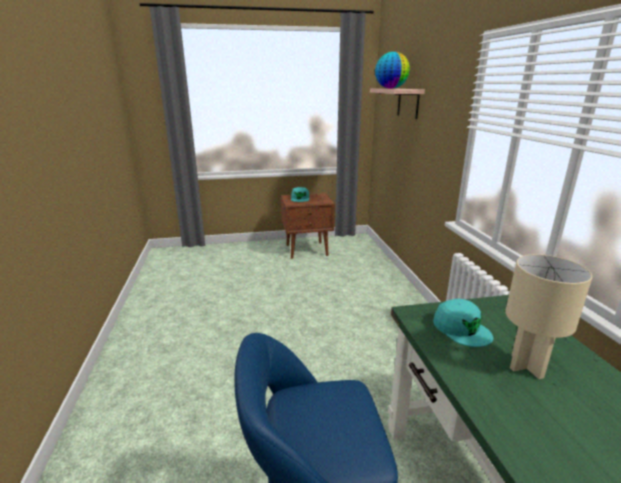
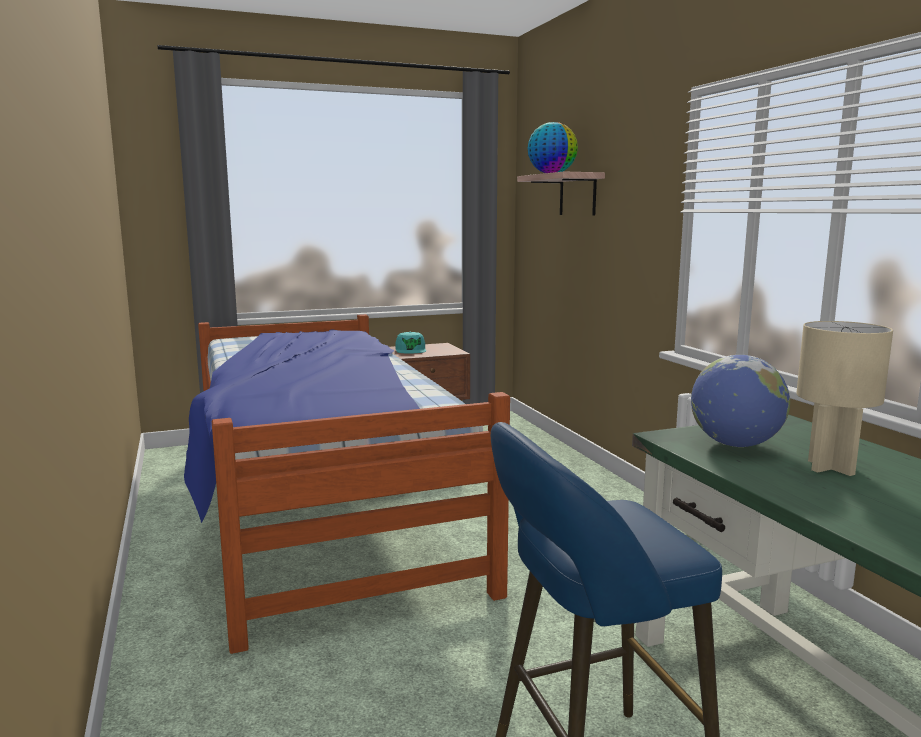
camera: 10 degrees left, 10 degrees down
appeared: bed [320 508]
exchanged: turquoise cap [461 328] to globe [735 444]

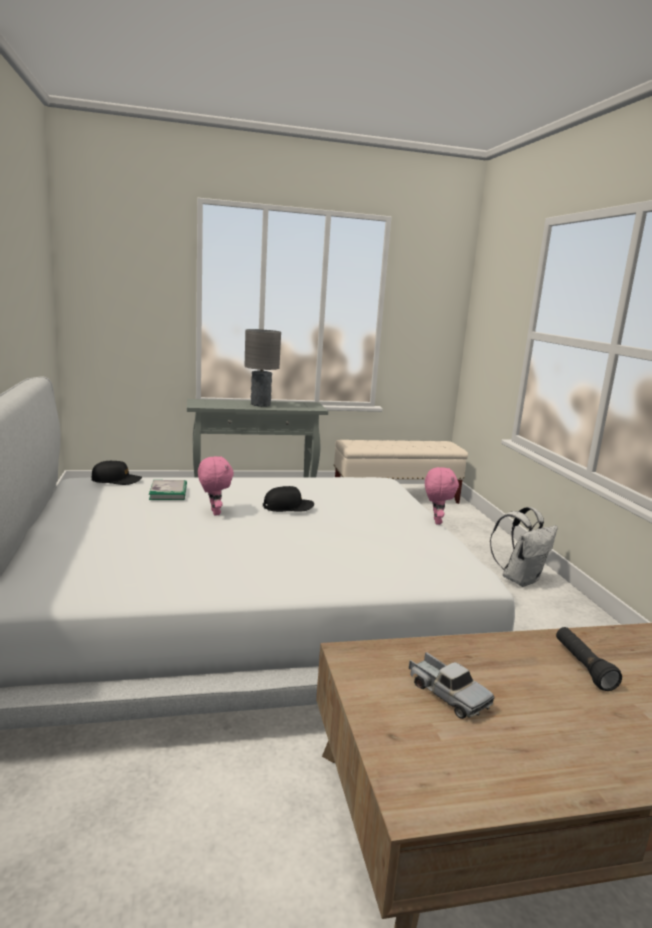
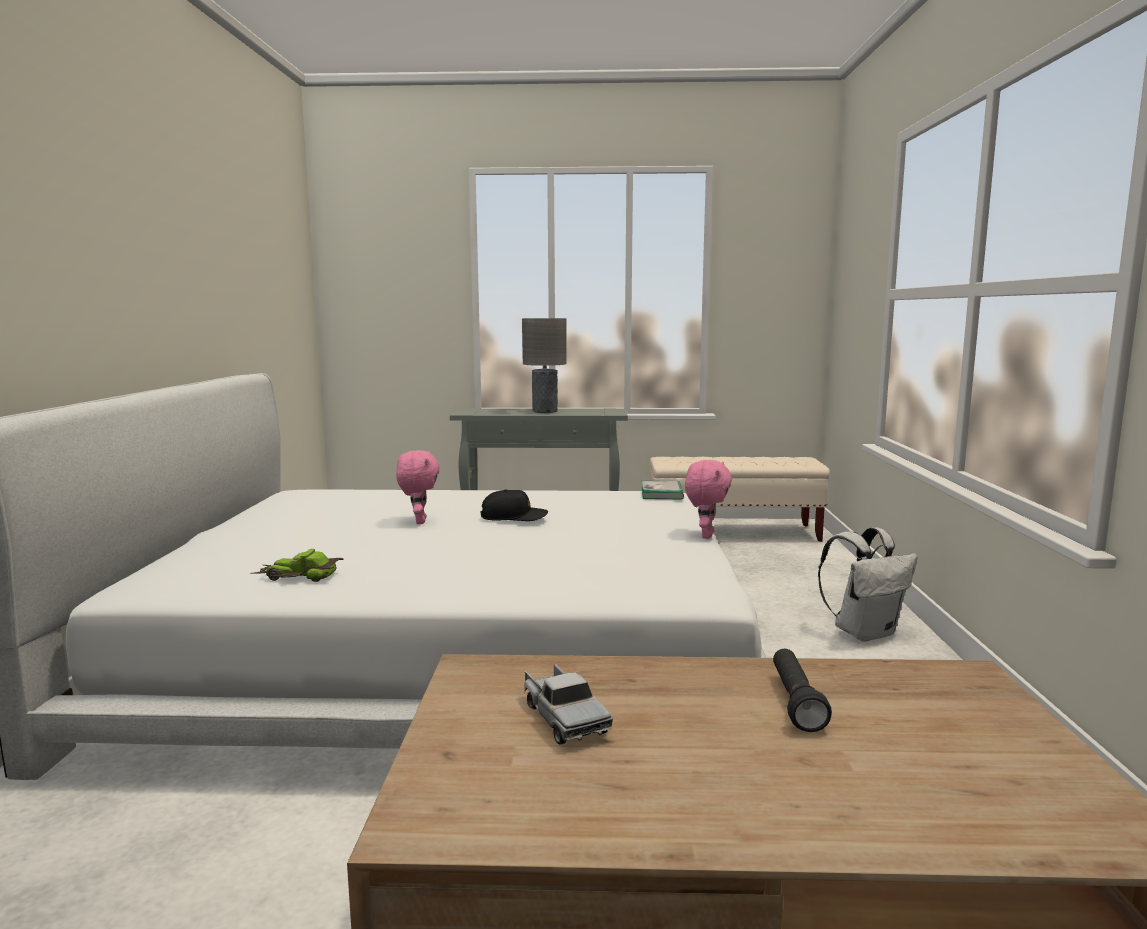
camera: 15 degrees right, 5 degrees down
missing: black cap [116 480]
appeared: toy car [298 576]
relocated: book [168 492] to [662 493]

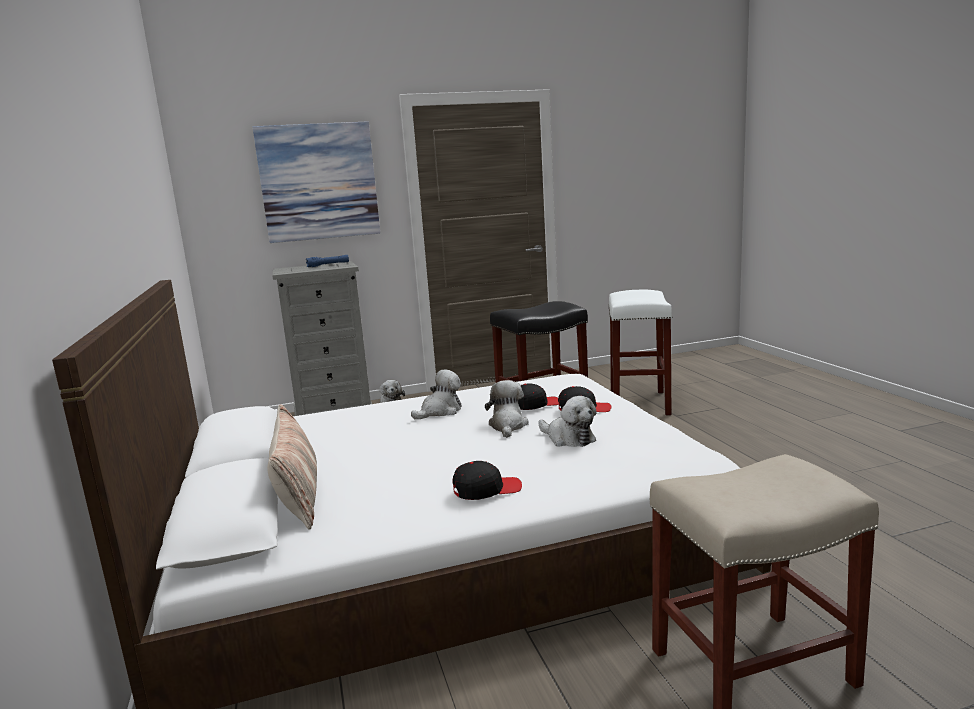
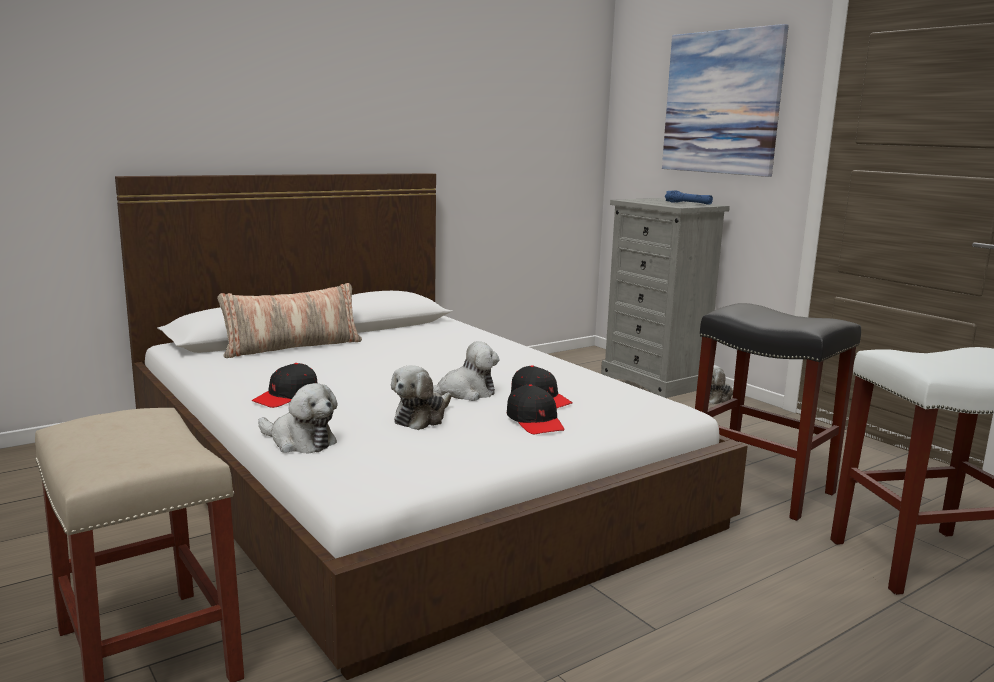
camera: 70 degrees right, 0 degrees up
relocated: plush toy [440 411] to [299 442]
spun: black cap [486 490] = [286 397] 75 degrees clockwise

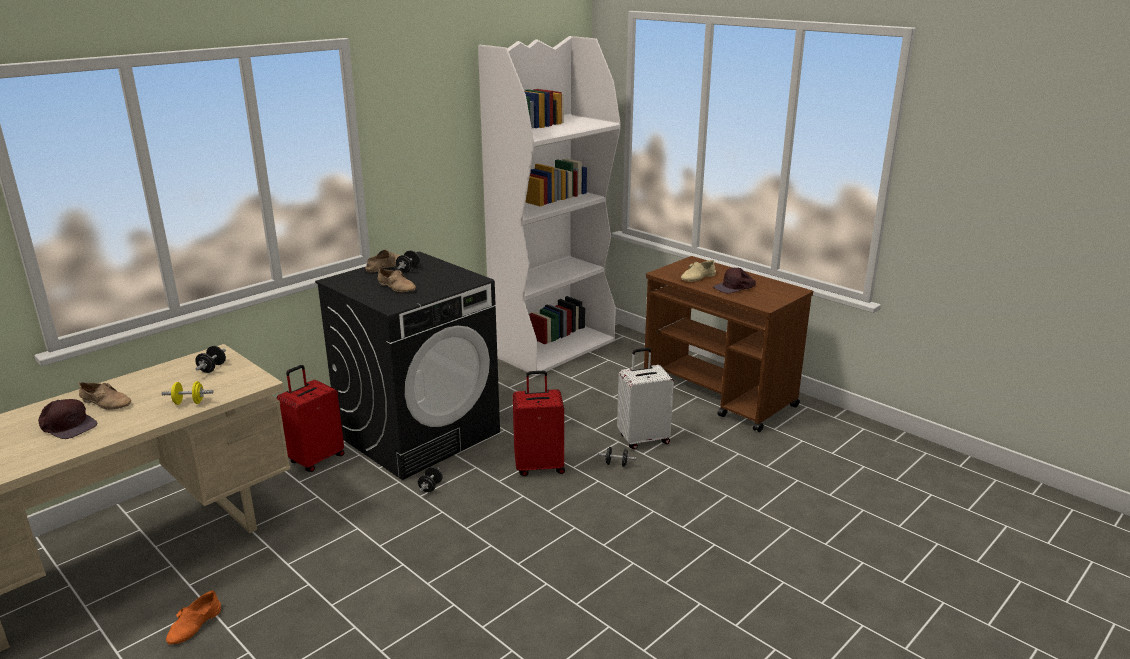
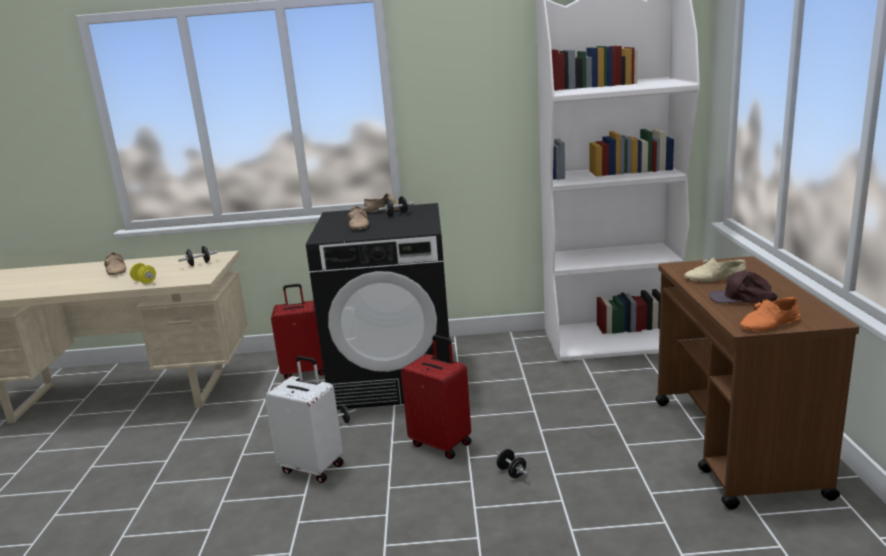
camera: 45 degrees right, 5 degrees down
missing: brown cap [67 425]
relocated: white suitcase [643 439] to [313 467]; orange shoe [195 625] to [770 324]

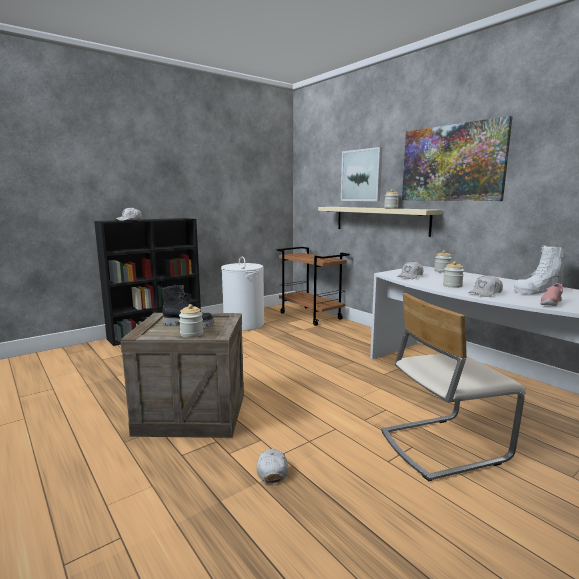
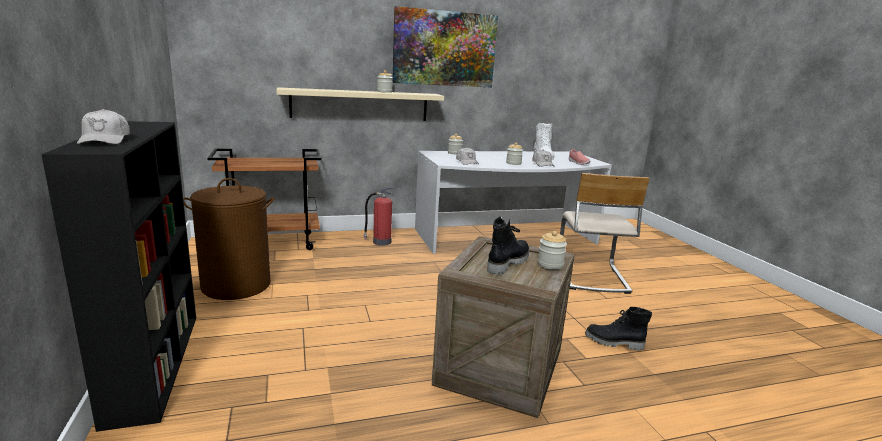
camera: 70 degrees left, 5 degrees up
missing: picture [361 175]
appeared: fire extinguisher [381 242]
exchanged: white cap [272 470] to black boot [614 343]
colour: white laundry basket [243 324] to brown laundry basket [236 285]

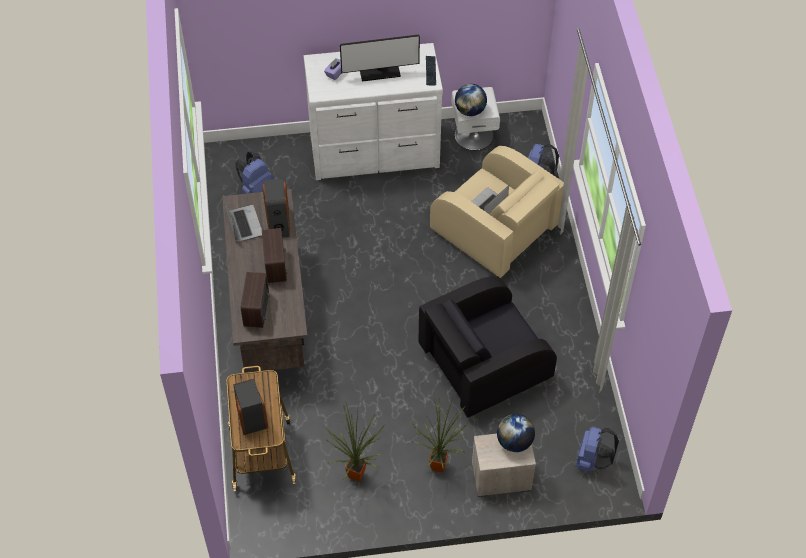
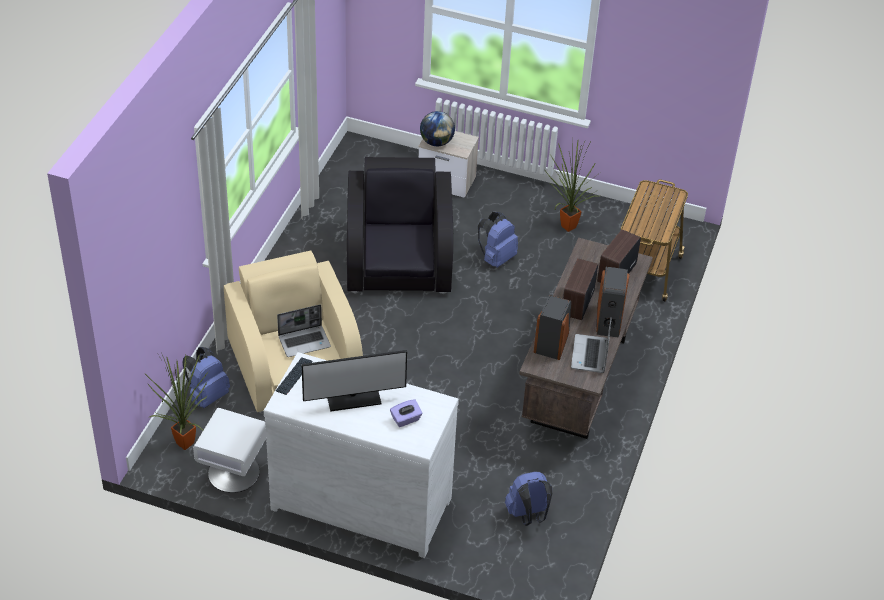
camera: 155 degrees left, 10 degrees down
missing: globe [470 110]
relocated: speaker [250 415] to [609 320]; potted plant [441 467] to [183 441]; blue backpack [592 460] to [496 258]
spun: monitor [379 72] = [353 399] 150 degrees clockwise; black armchair [483 363] = [399 260] 90 degrees counterclockwise

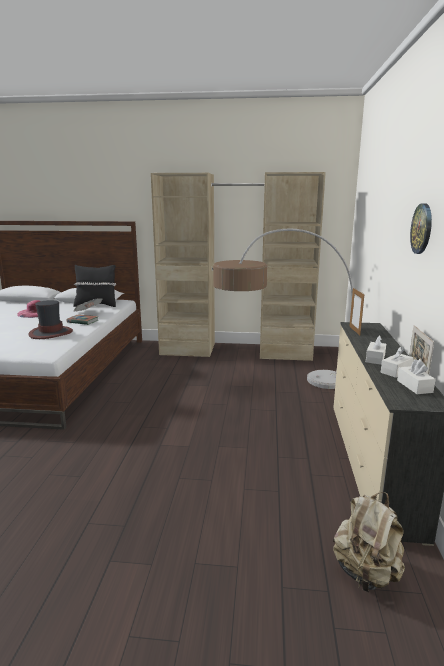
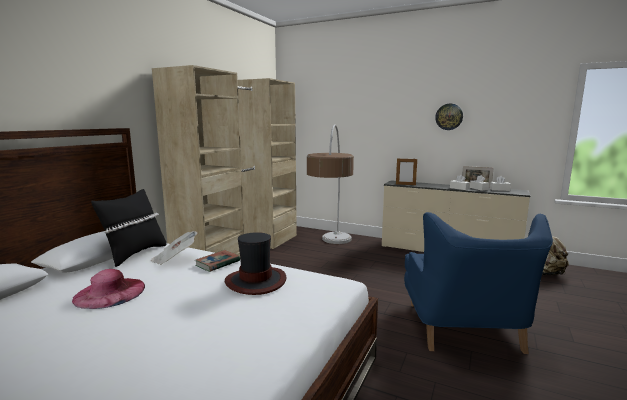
camera: 70 degrees left, 5 degrees down
appeared: blue armchair [463 328]

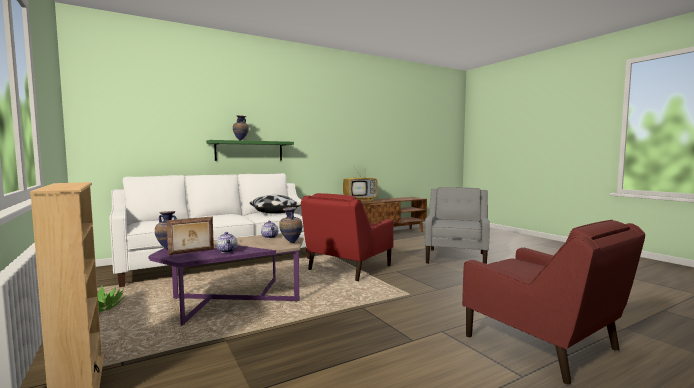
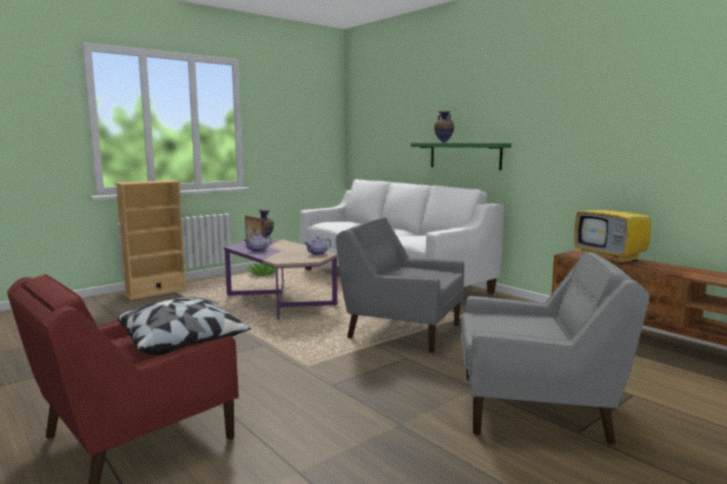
camera: 80 degrees right, 5 degrees up
missing: vase [290 243]
relocated: pillow [273 212] to [184 342]
colour: red armchair [348 268] to grey armchair [402 331]

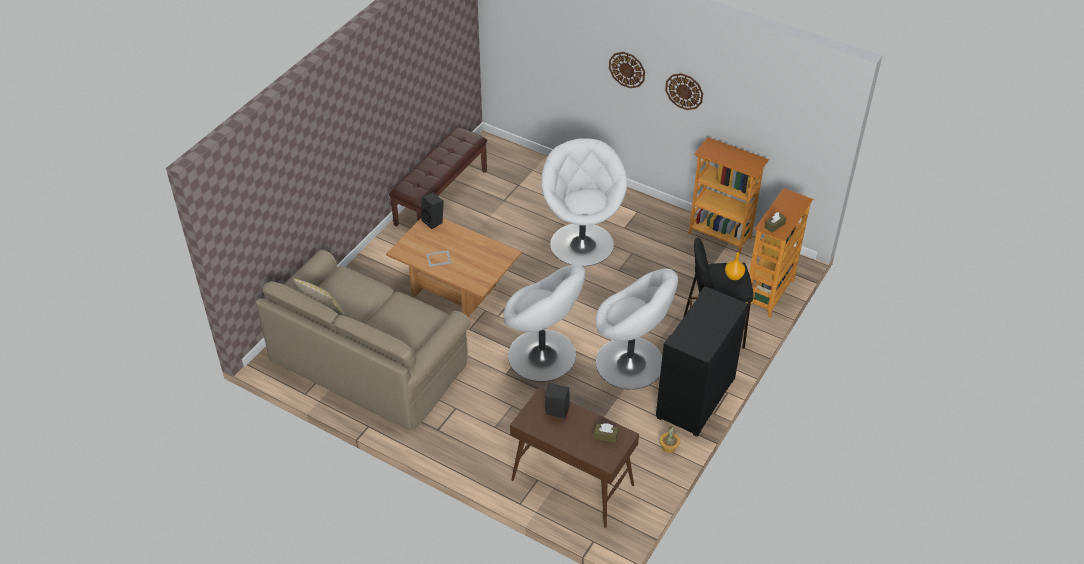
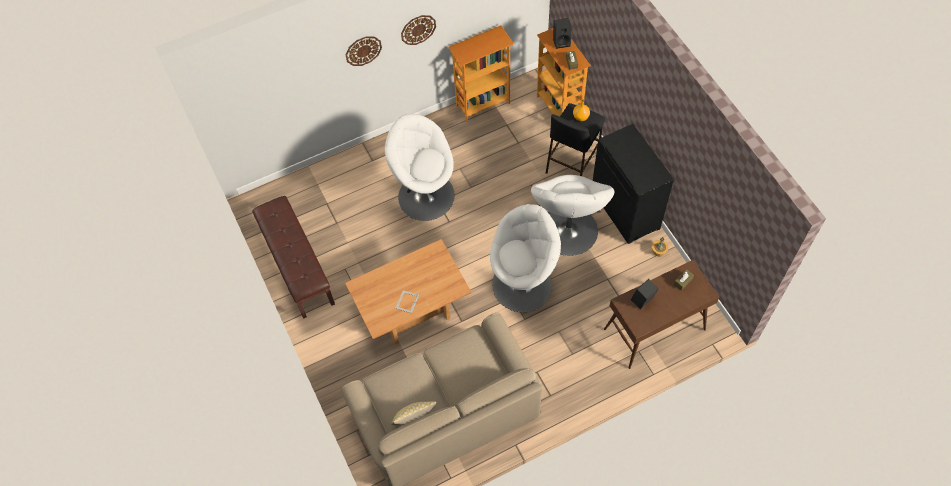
camera: 55 degrees left, 15 degrees up
relocated: black speaker [434 221] to [561 41]
spun: white armchair [630 363] = [568 231] 120 degrees clockwise

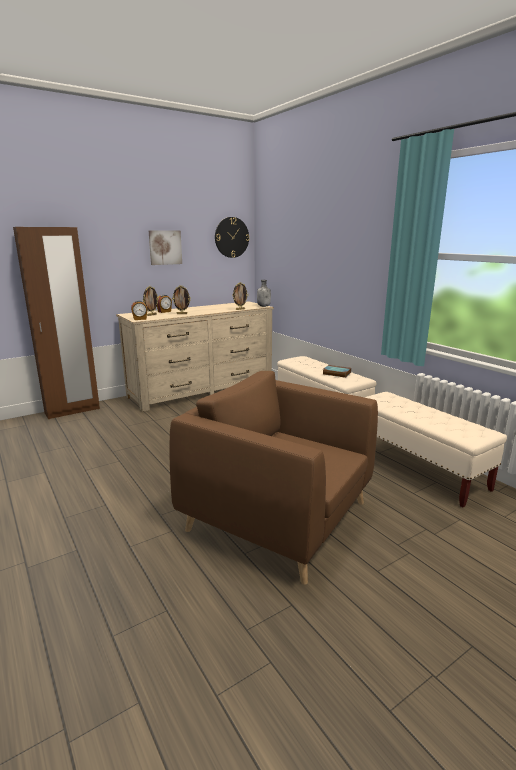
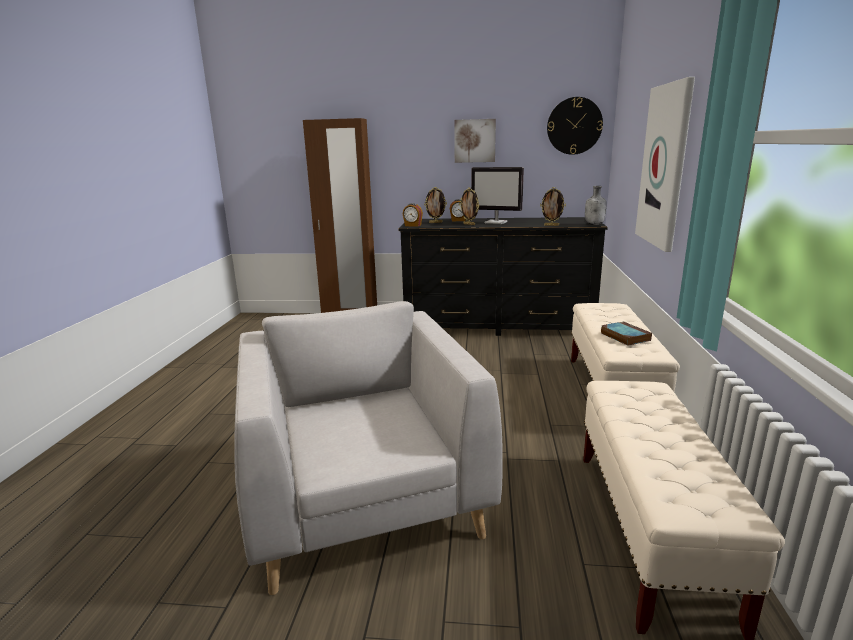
camera: 40 degrees right, 0 degrees up
appeared: picture [665 166]; monitor [496 222]
colour: beige dresser [202 390] to black dresser [497 325]; brown armchair [278 515] to grey armchair [363 499]

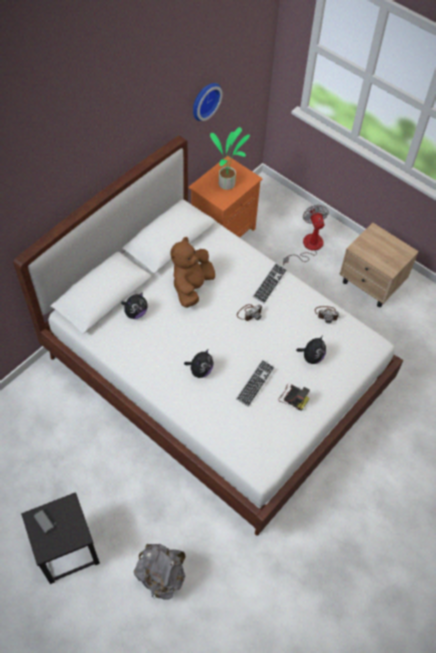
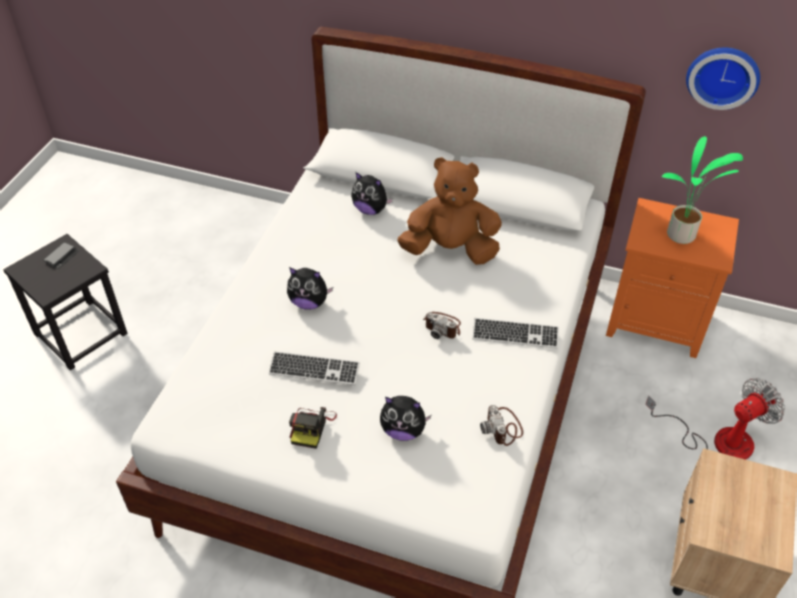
camera: 70 degrees right, 10 degrees down
missing: grey backpack [161 575]

